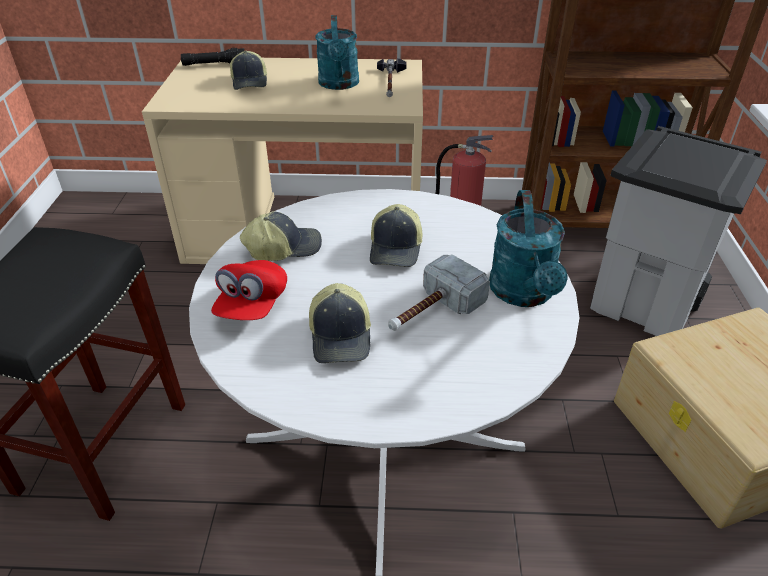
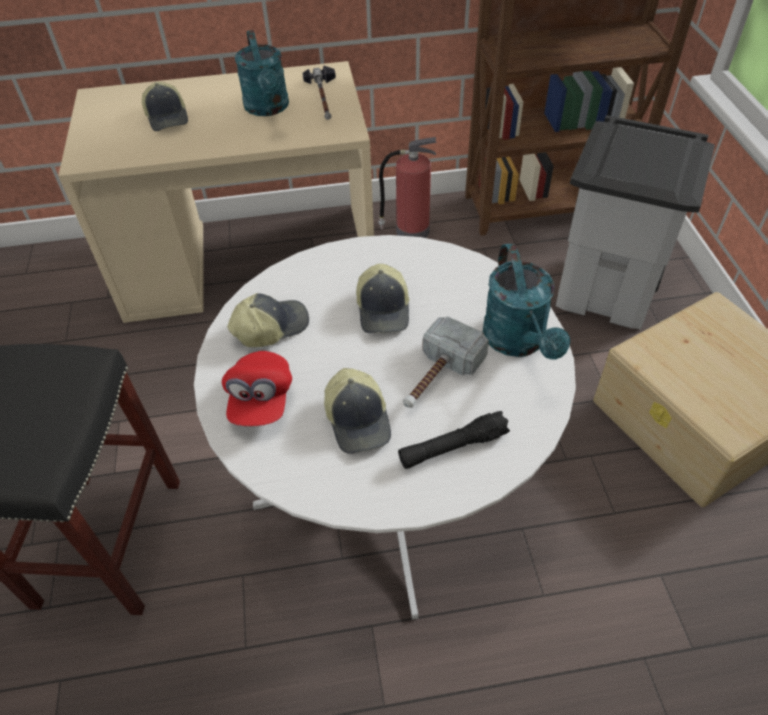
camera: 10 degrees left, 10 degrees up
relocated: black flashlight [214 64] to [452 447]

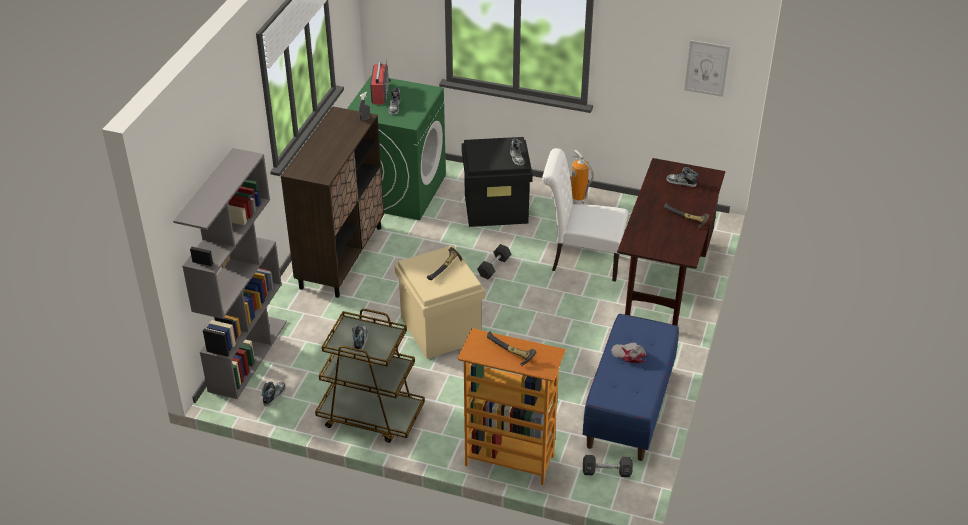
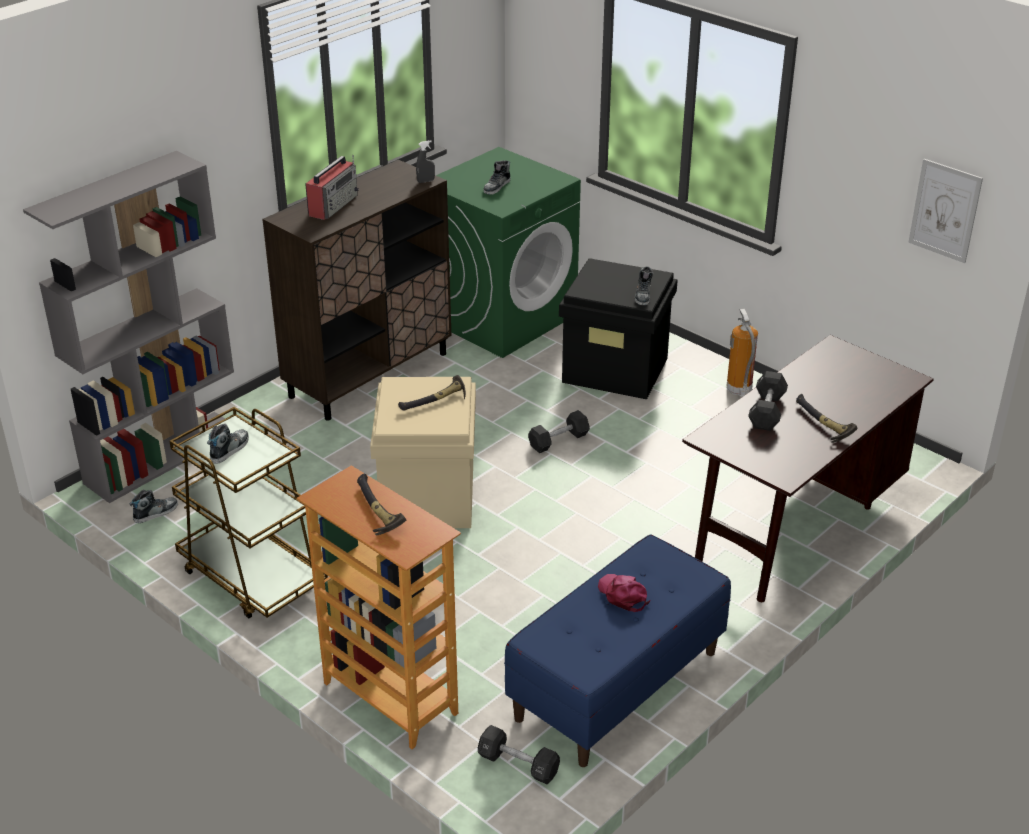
camera: 25 degrees right, 5 degrees down
missing: white chair [582 261]; shoe [681 182]
appeared: black dumbbell [767 411]
relocated: radio [380 93] to [333 205]
colour: grey cap [629 355] to pink cap [623 595]

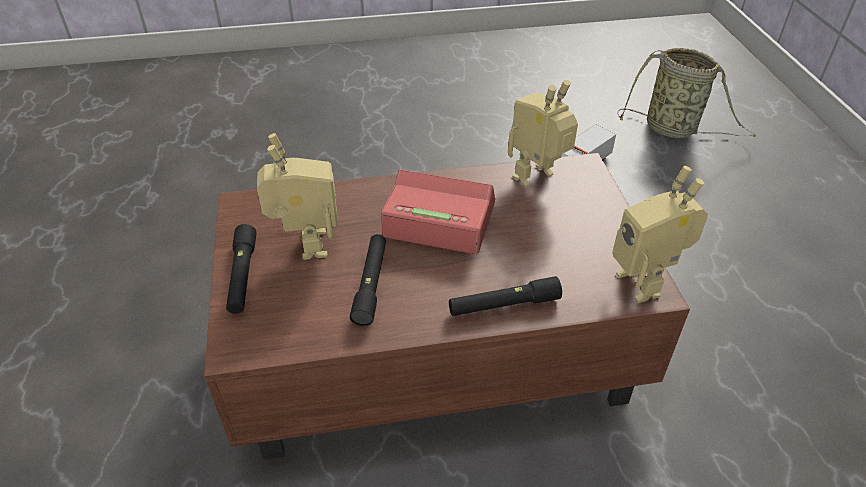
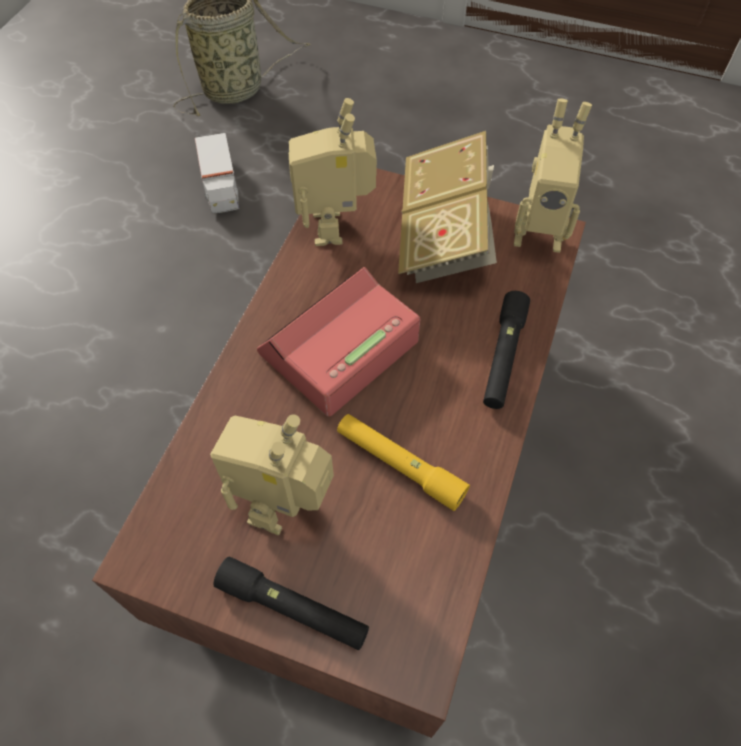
camera: 60 degrees left, 15 degrees up
appeared: book [445 234]
colour: black flashlight [371 284] to yellow flashlight [399 465]
spun: toy robot [306 245] = [285 507] 90 degrees counterclockwise

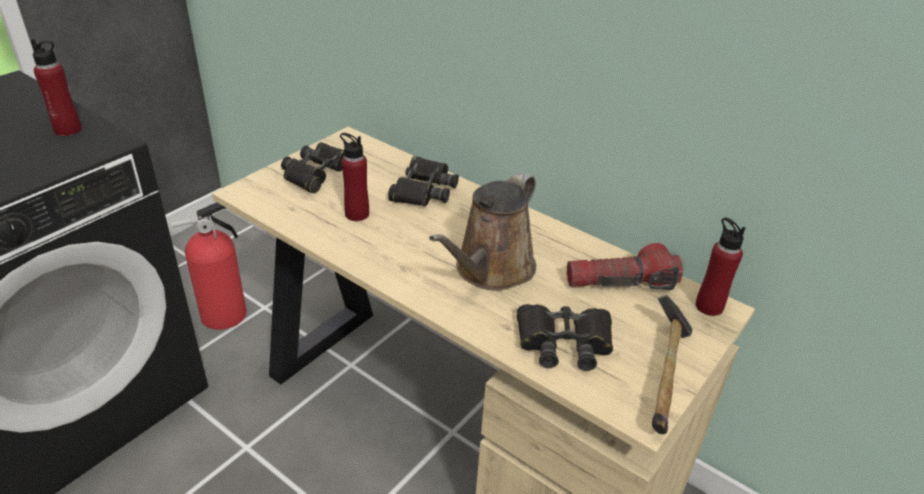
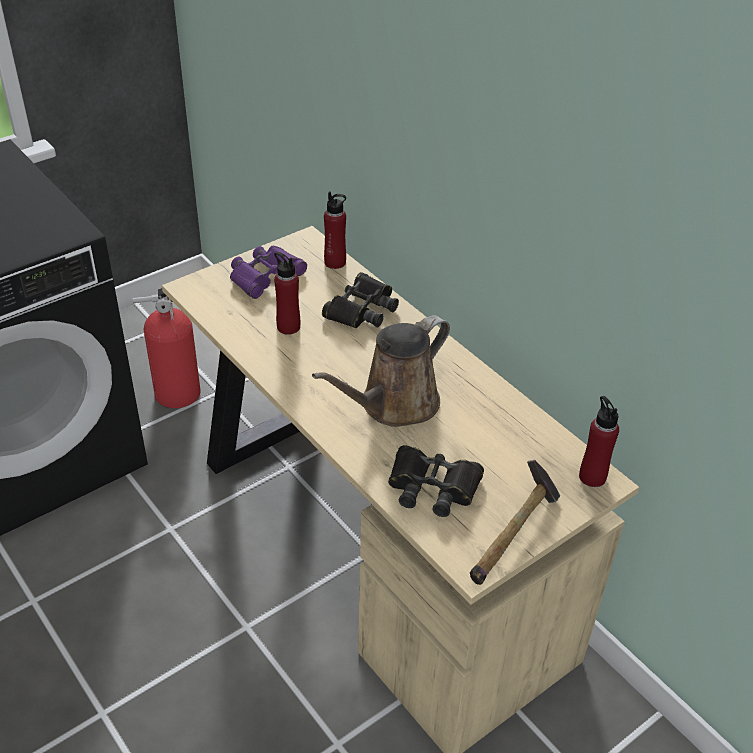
camera: 15 degrees right, 5 degrees up
missing: flashlight [621 282]
relocated: red bottle [68 130] to [335 262]
colour: black binoculars [318 173] to purple binoculars [265 276]

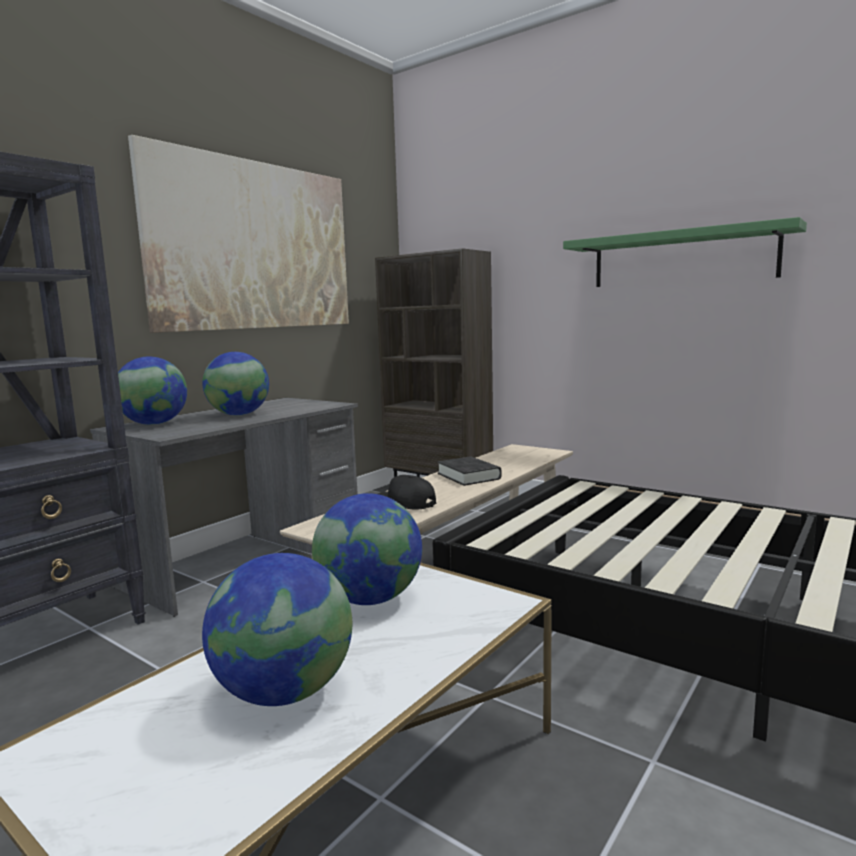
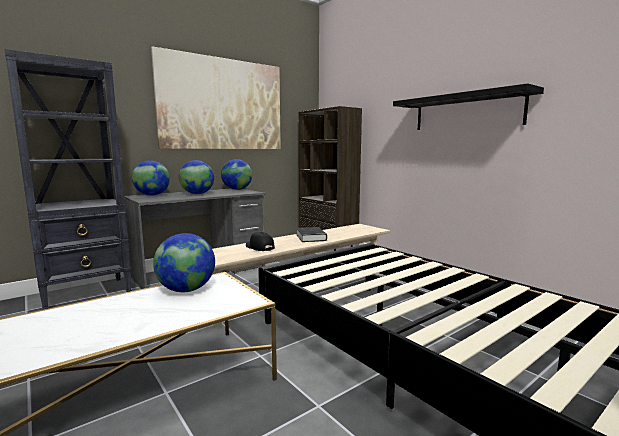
camera: 15 degrees right, 0 degrees up
relocated: globe [284 692] to [237 190]
colour: green shelf [682 258] to black shelf [466 112]

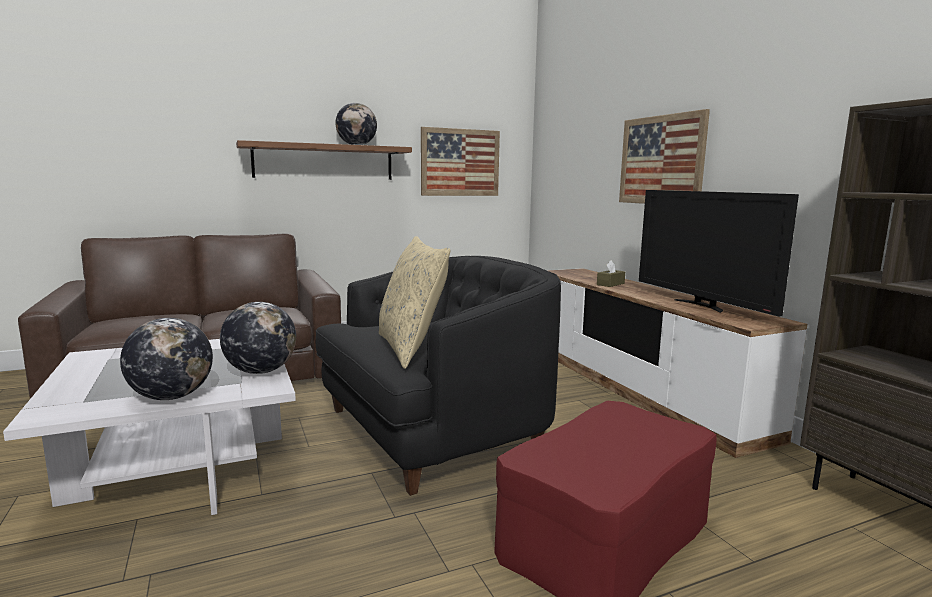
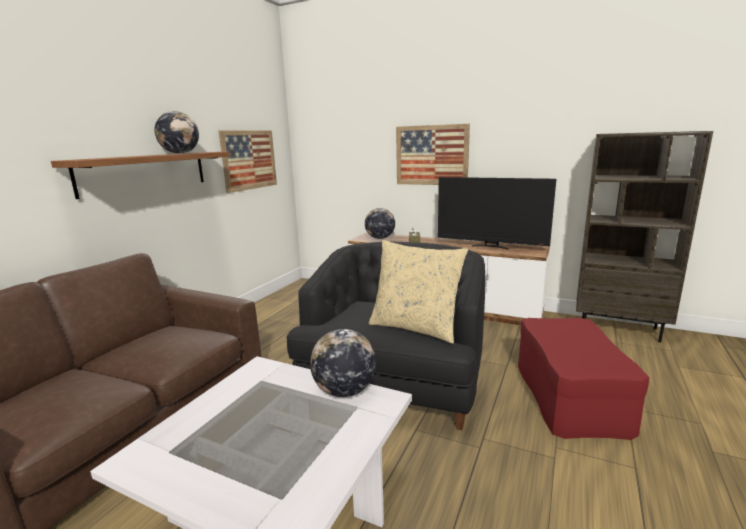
camera: 40 degrees left, 5 degrees up
relocated: globe [171 397] to [380 238]

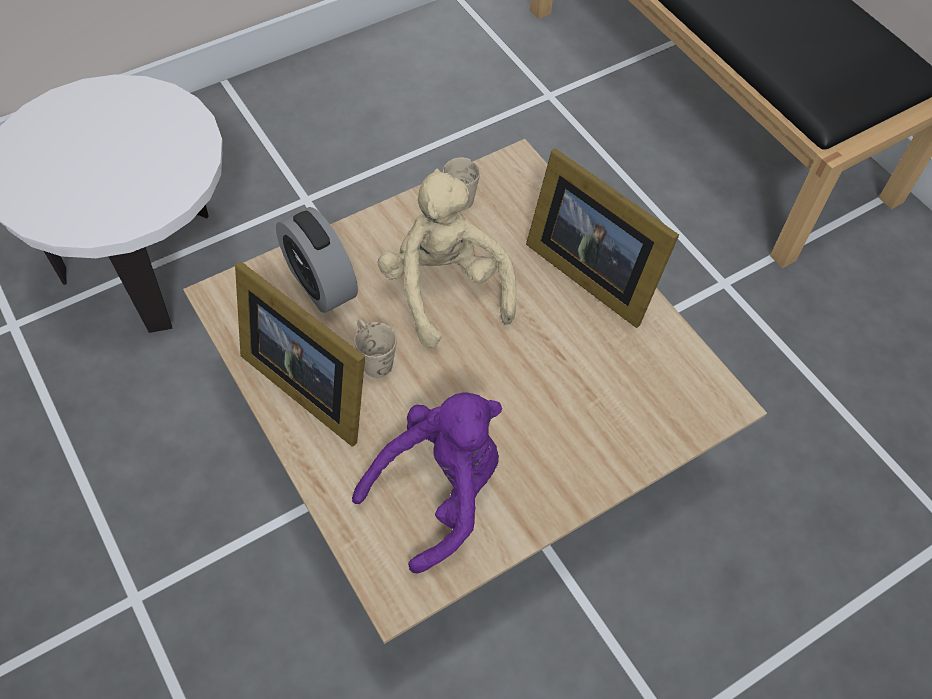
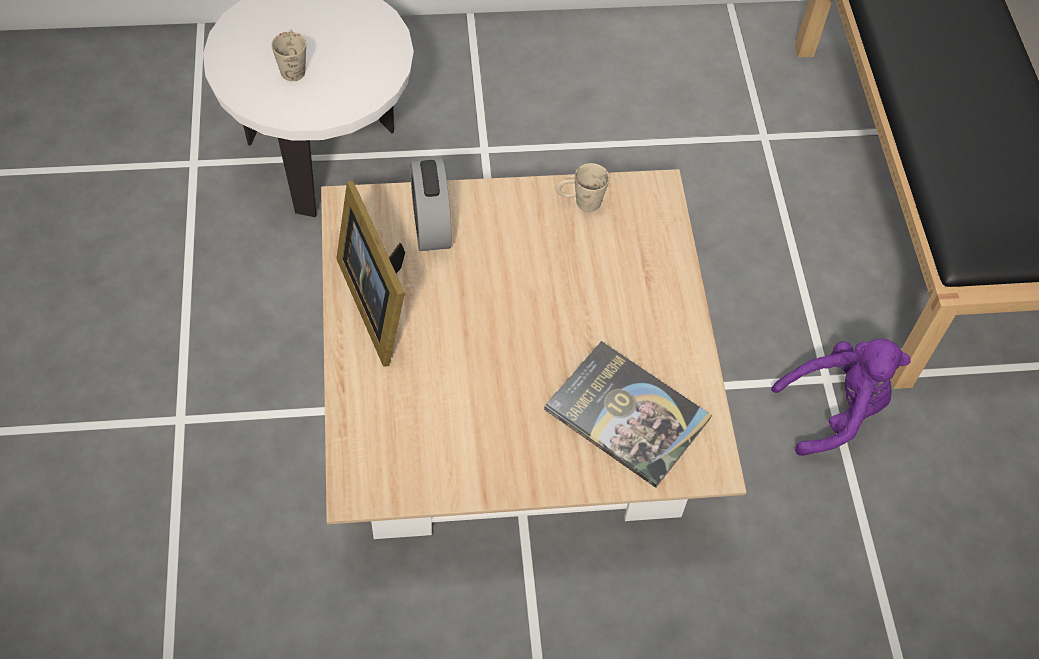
camera: 25 degrees right, 0 degrees up
missing: picture frame [589 270]; beige plush toy [444 289]
appeared: book [627 414]
relocated: beige mug [372 358] to [293 66]; purple plush toy [439 492] to [834 411]

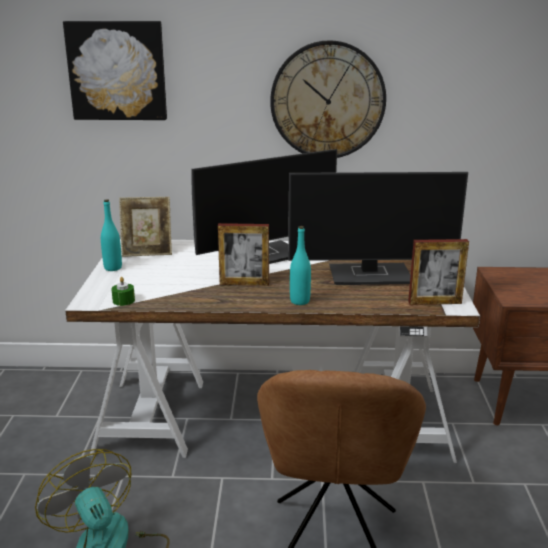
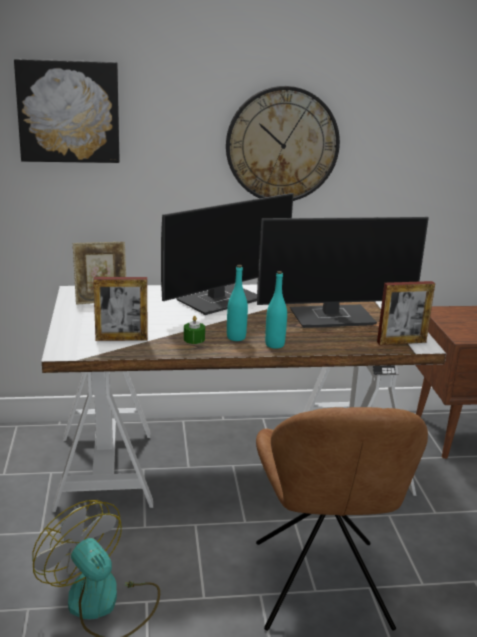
camera: 10 degrees left, 0 degrees up
relocated: turquoise bottle [113 268] to [236 337]; picture frame [244 283] to [121 339]; green candle [123 301] to [194 339]

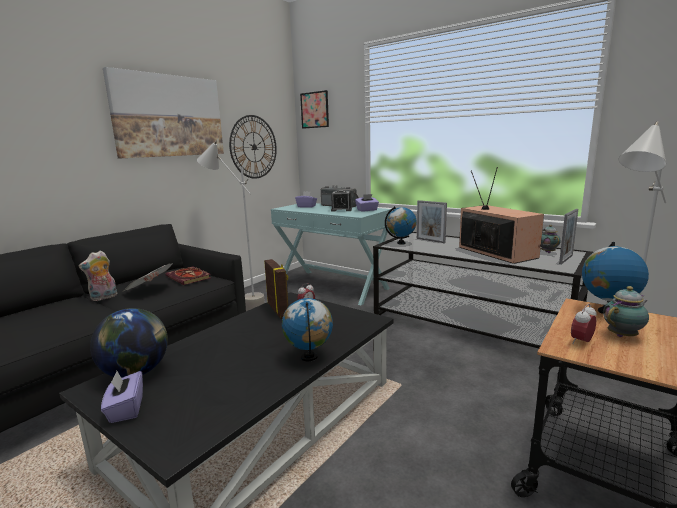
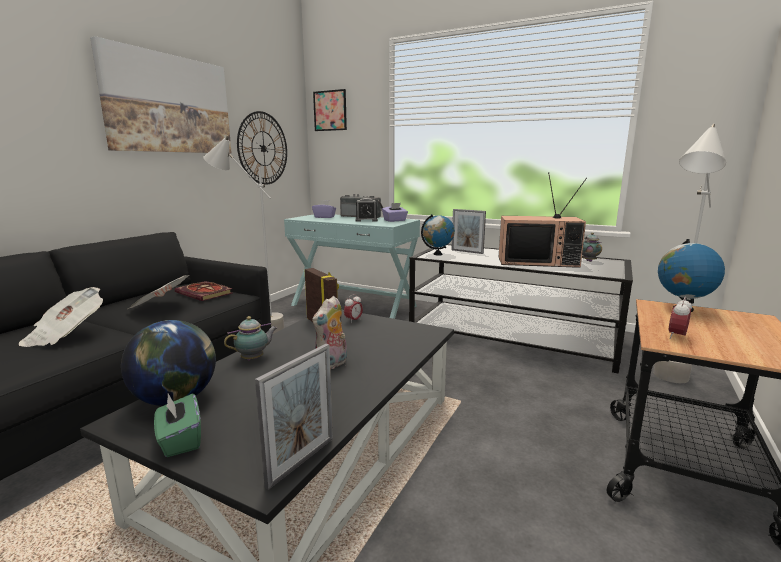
camera: 10 degrees left, 0 degrees up
missing: globe [309 357]
appeared: newspaper [66 335]
relocated: picture frame [566 259] to [301 461]; plush toy [103 298] to [332 364]; teapot [623 335] to [254 359]
colour: purple tissue box [126 409] to green tissue box [180 440]
spun: television [494 252] = [538 262] 135 degrees clockwise

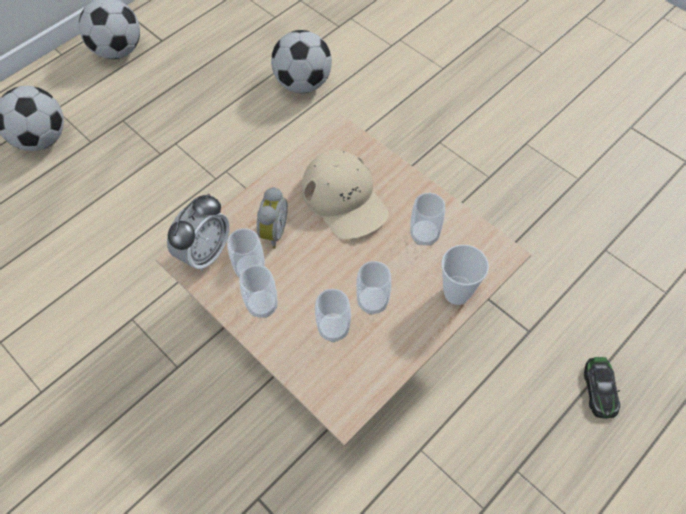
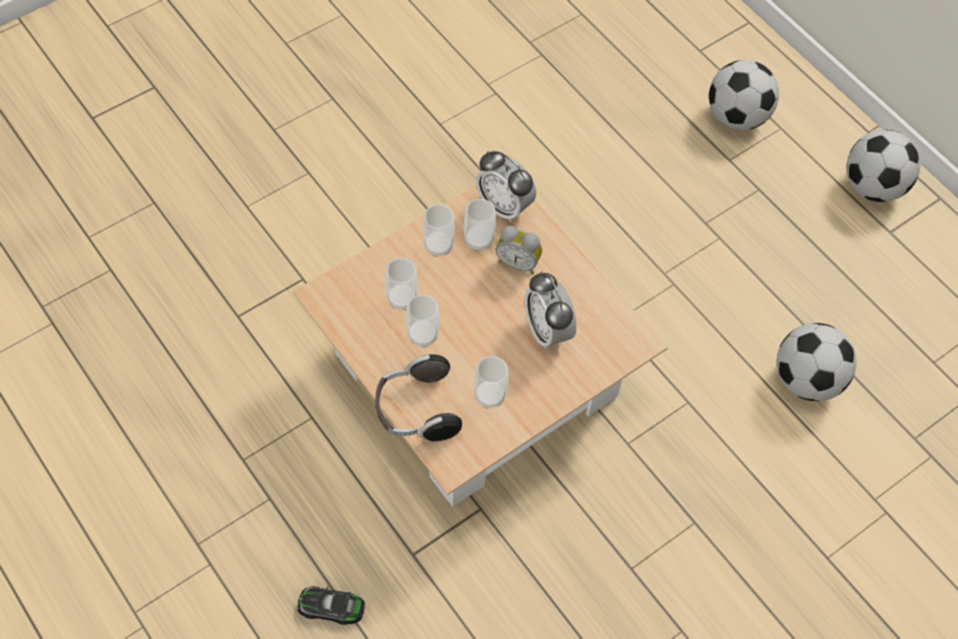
camera: 95 degrees right, 0 degrees up
exchanged: beige cap [344 199] to alarm clock [547 331]; cup [456 293] to headphones [416 410]

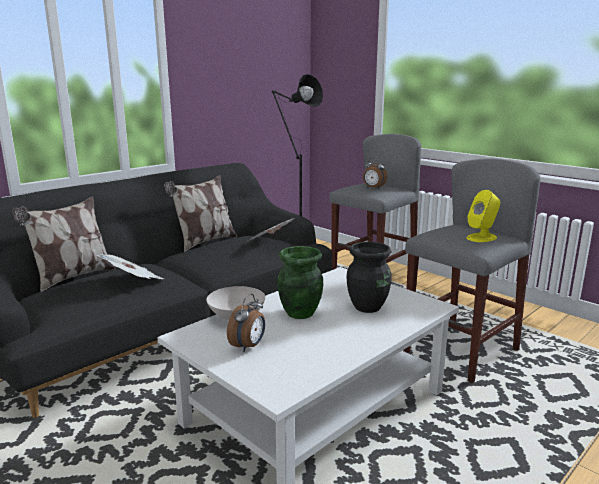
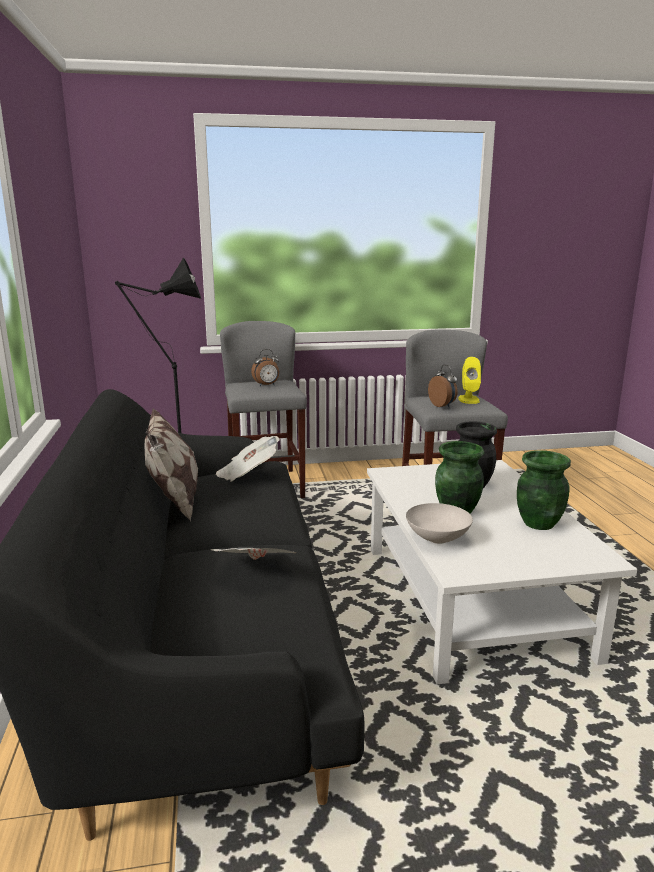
camera: 55 degrees left, 0 degrees up
missing: pillow [72 277]
appeared: green vase [538 523]
relocated: alarm clock [248 346] to [443 405]

